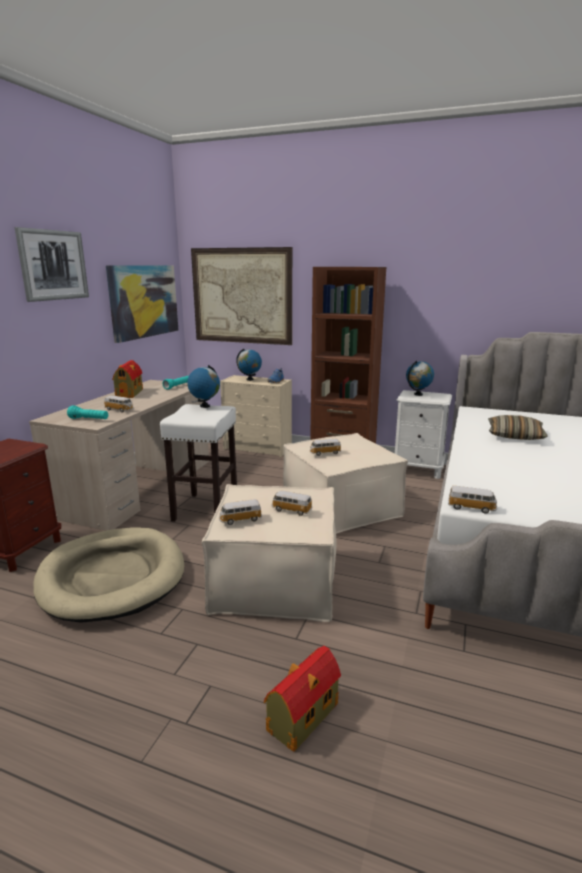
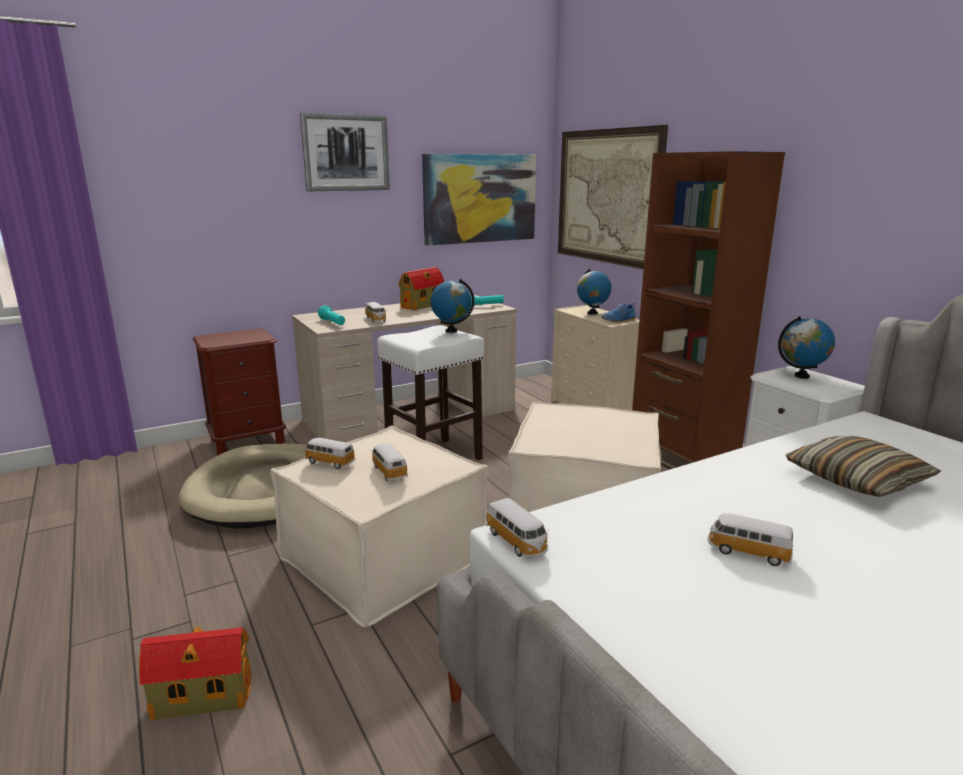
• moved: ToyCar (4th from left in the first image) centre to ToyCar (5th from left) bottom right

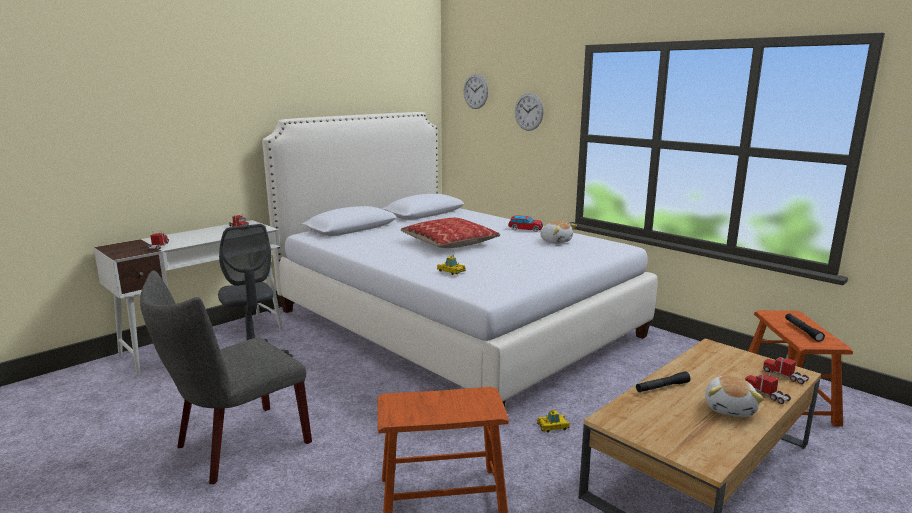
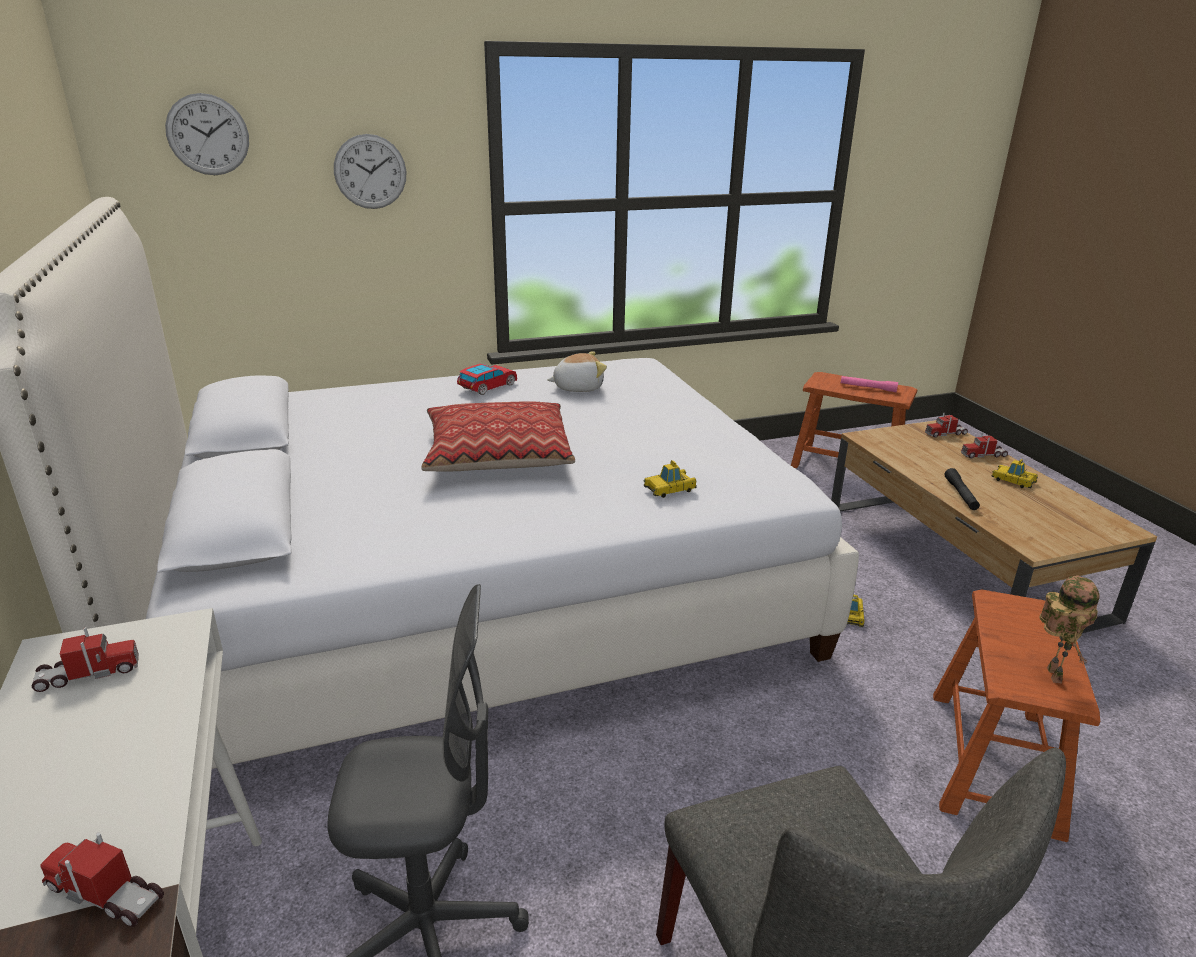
• replaced: PlushToy (2nd from left) bottom right to ToyCar (4th from left) middle right
• recoloured: BlackishHandTorch (2nd from left) middle right to PinkHandTorch middle right
• added: ModelRobot middle right

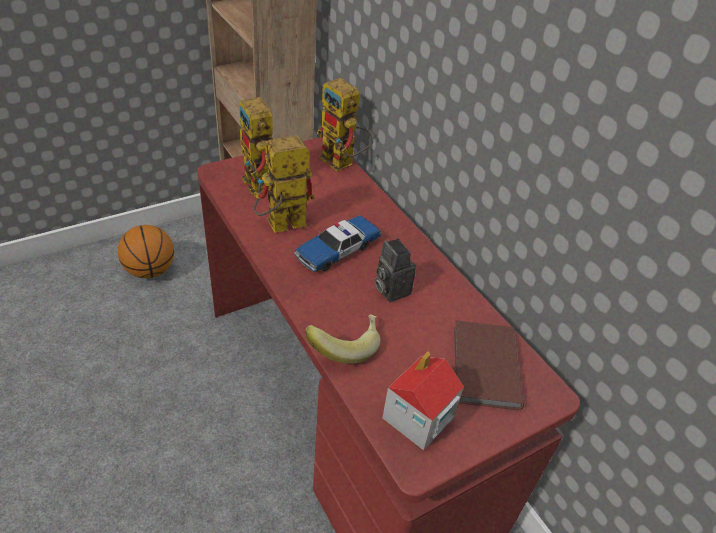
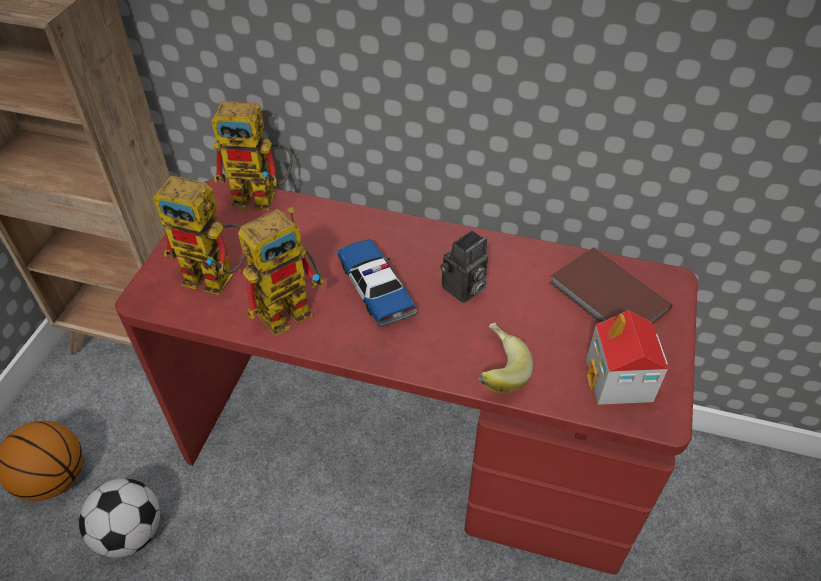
• turned: ModelRobot (2nd from left in the first image) centre = centre 150 degrees counterclockwise
• turned: ToyCar centre = centre 150 degrees clockwise
• turned: StillCamera centre = centre 60 degrees counterclockwise
• added: BallForFootball bottom left

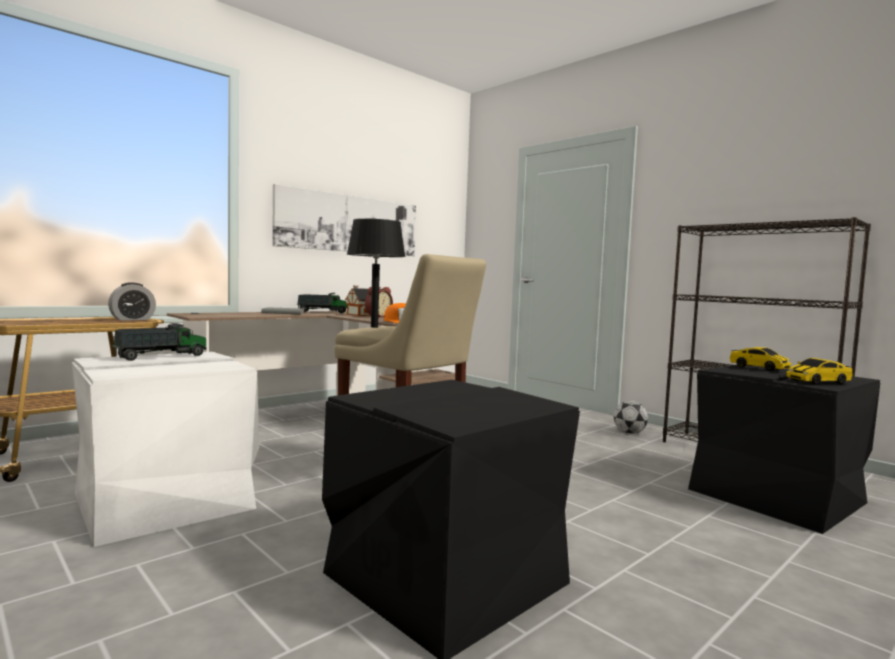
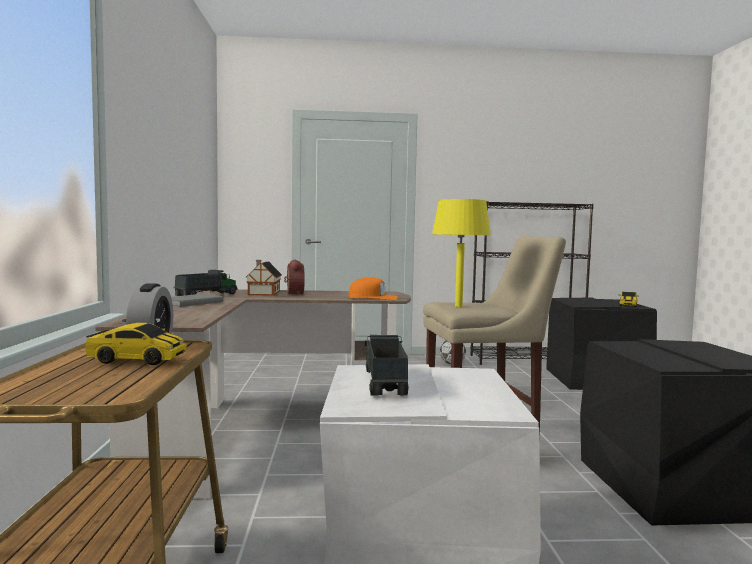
• removed: WallArt centre
• recoloured: BlackishTabletopLamp centre to YellowColouredTabletopLamp centre
• moved: ToyCar (1st from left) middle right to middle left

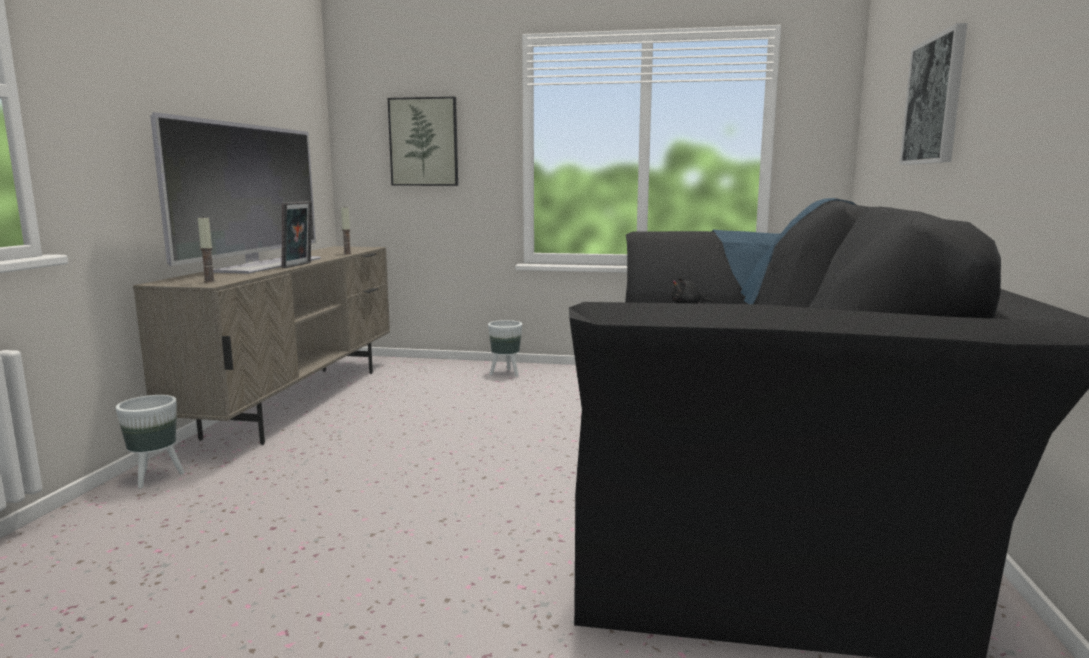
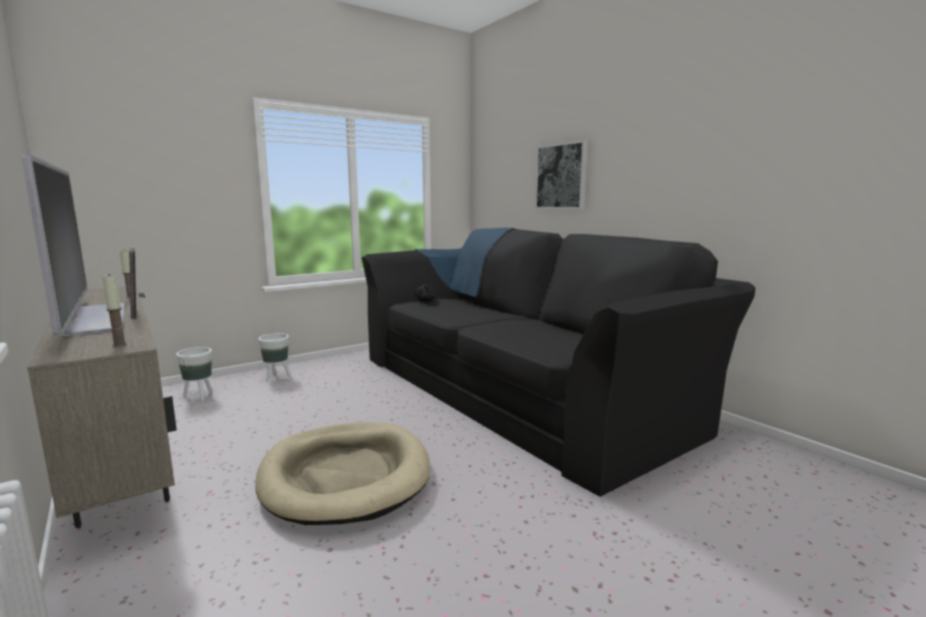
• moved: WhitishPlanter (1st from left) bottom left to middle left
• removed: WallArt (1st from left) top centre
• added: BeigeColouredDogCushion bottom centre

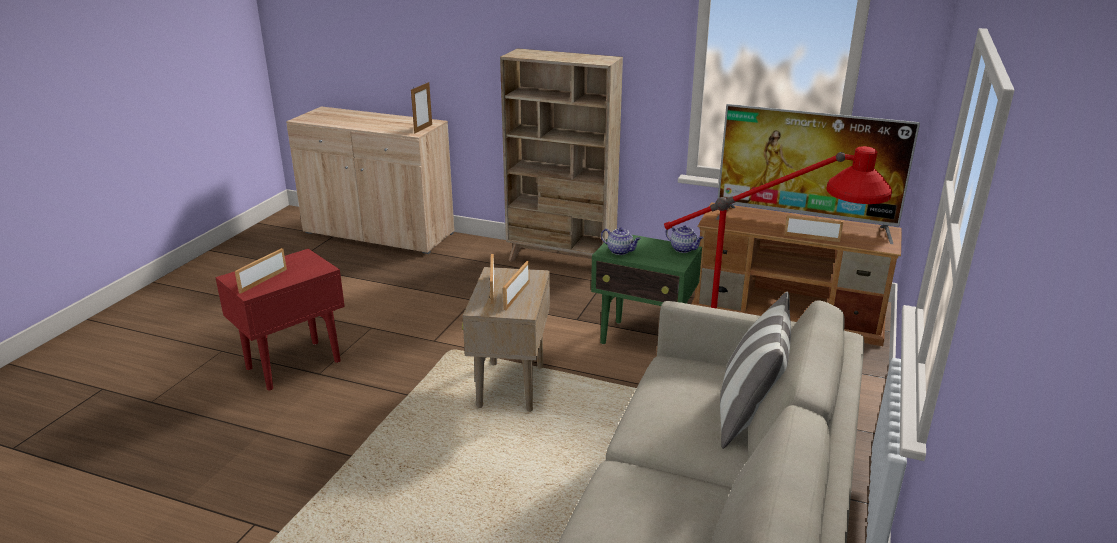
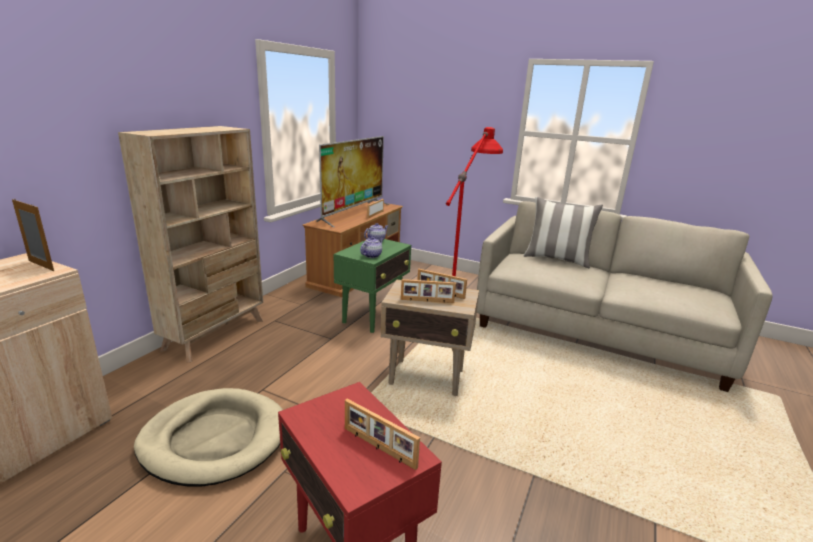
• added: BeigeColouredDogCushion bottom left

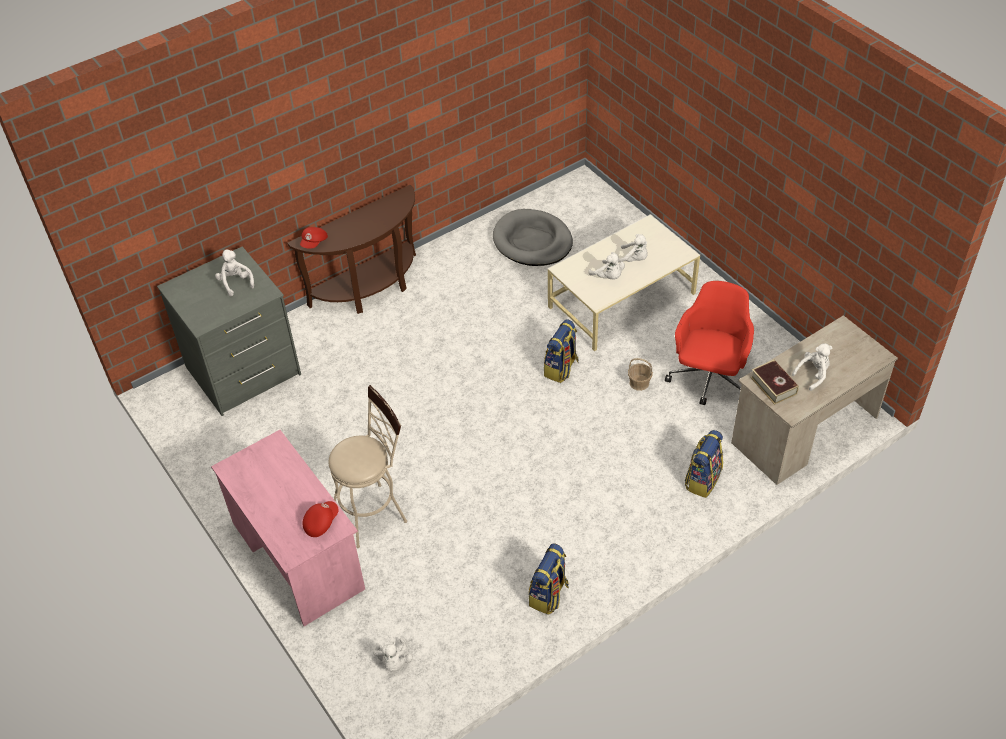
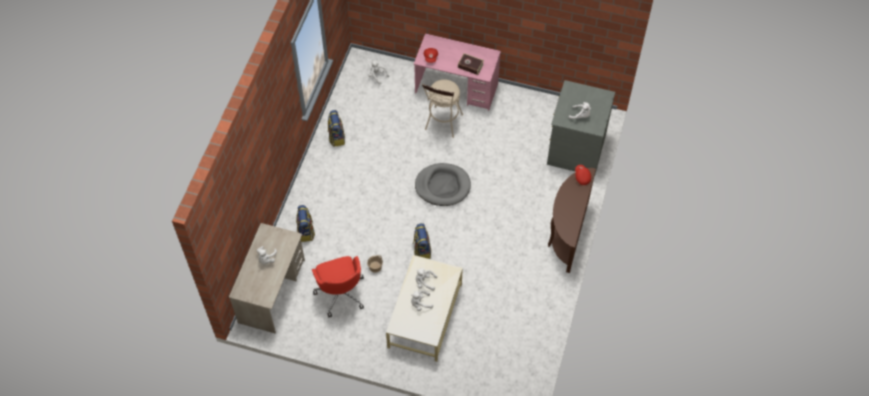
• moved: GreyDogCushion top centre to centre
• moved: Book middle right to top centre

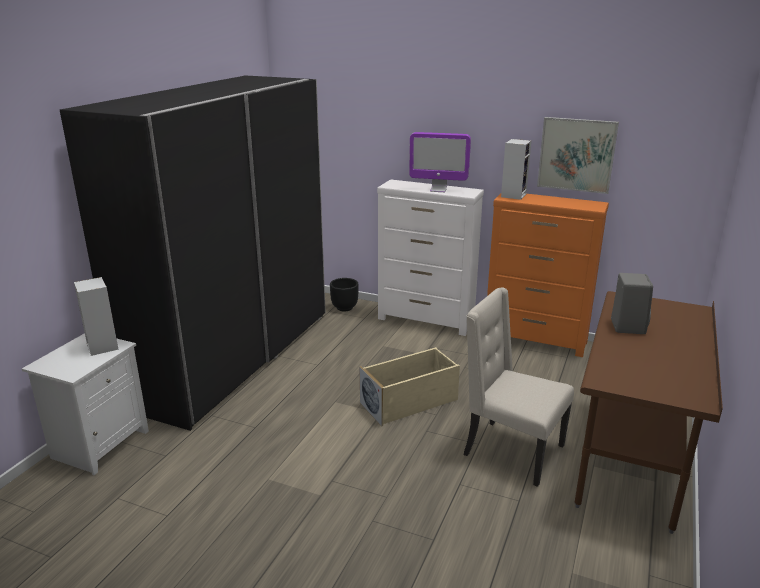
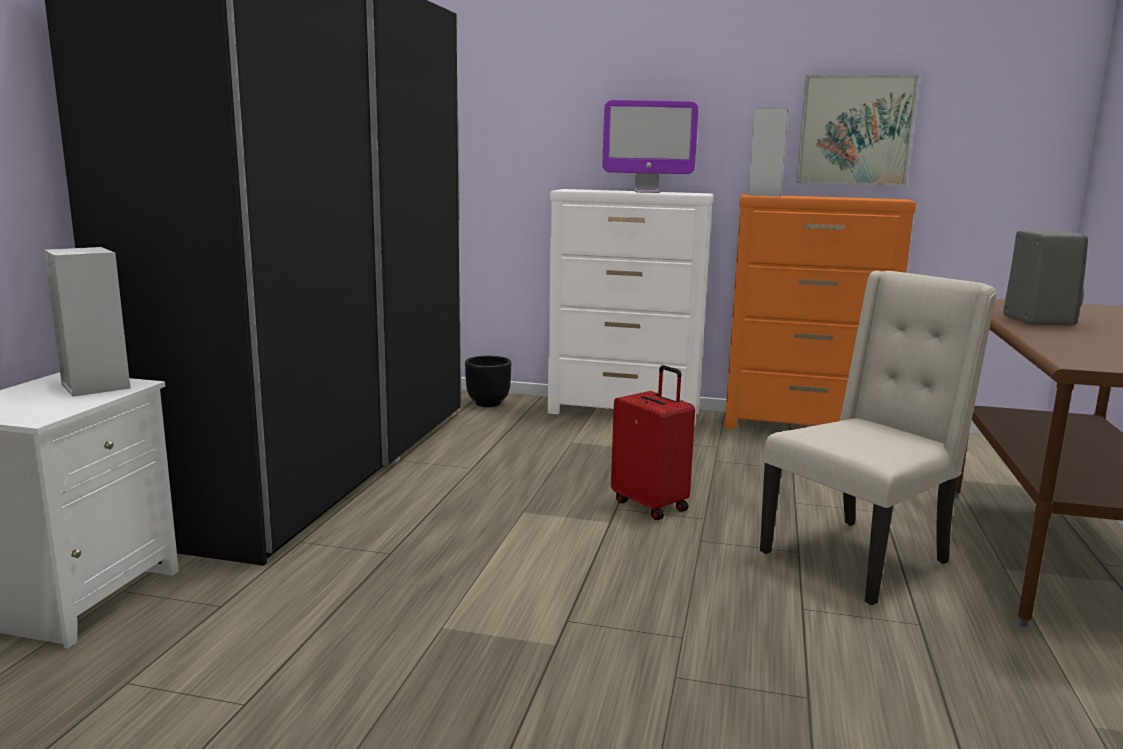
• replaced: BeigeColouredStorageBin centre to ReddishPieceOfLuggage centre
• turned: BeigeColouredUprightChair middle right = middle right 120 degrees clockwise

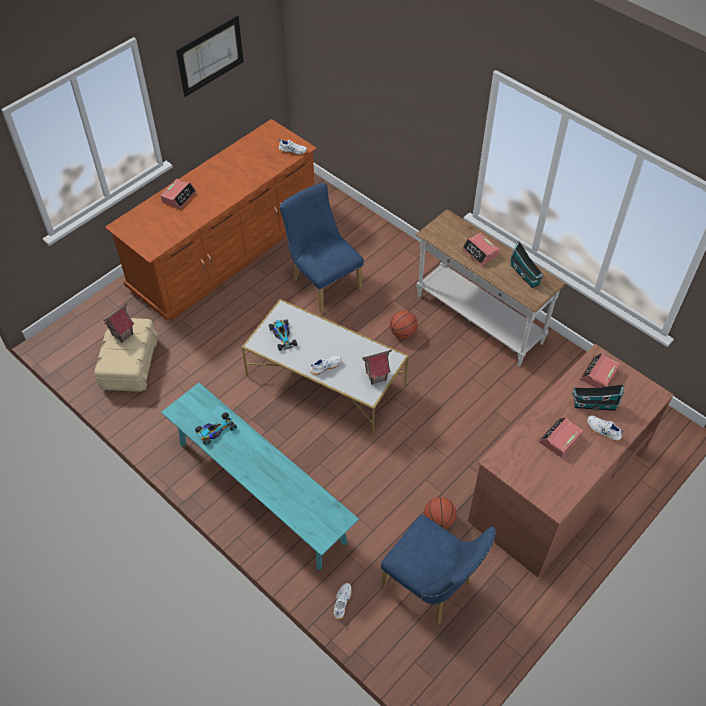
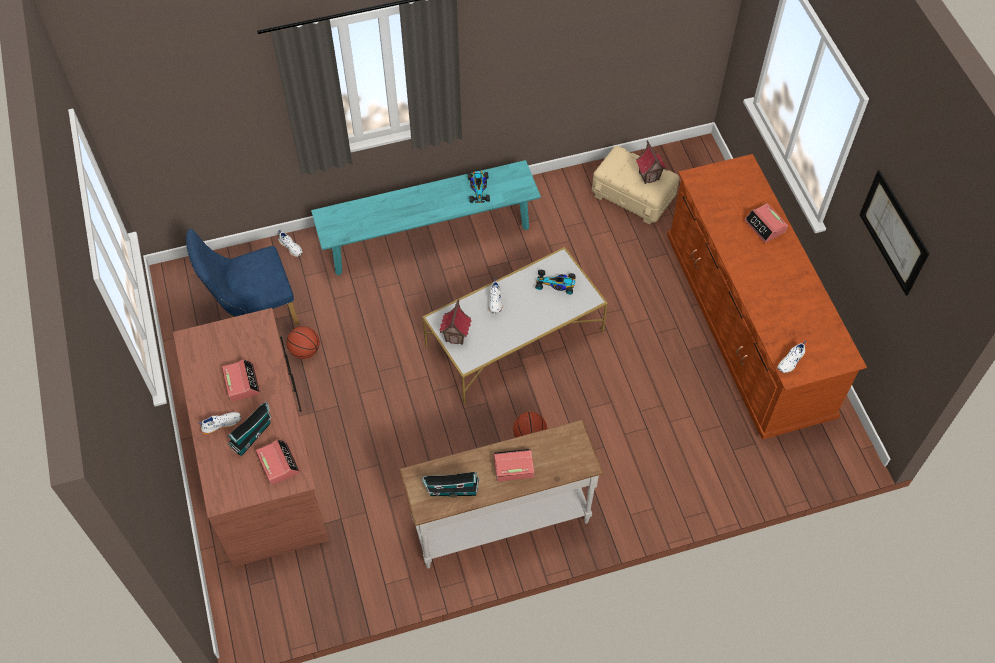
• removed: BlueUprightChair (1st from left) centre

